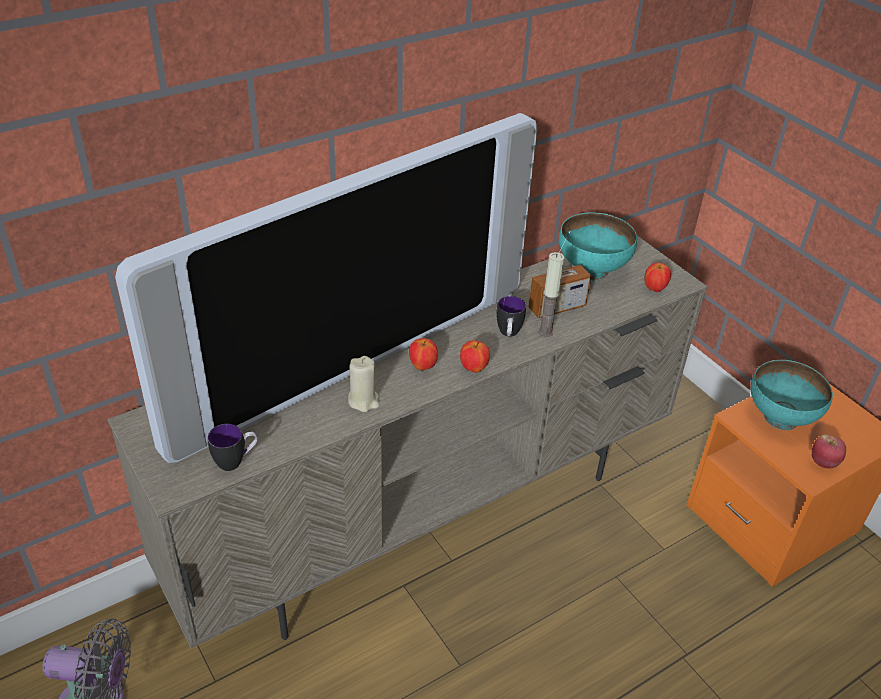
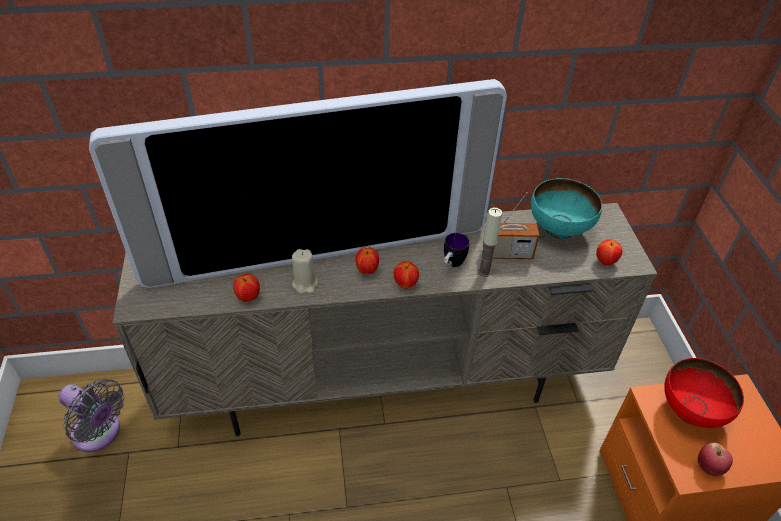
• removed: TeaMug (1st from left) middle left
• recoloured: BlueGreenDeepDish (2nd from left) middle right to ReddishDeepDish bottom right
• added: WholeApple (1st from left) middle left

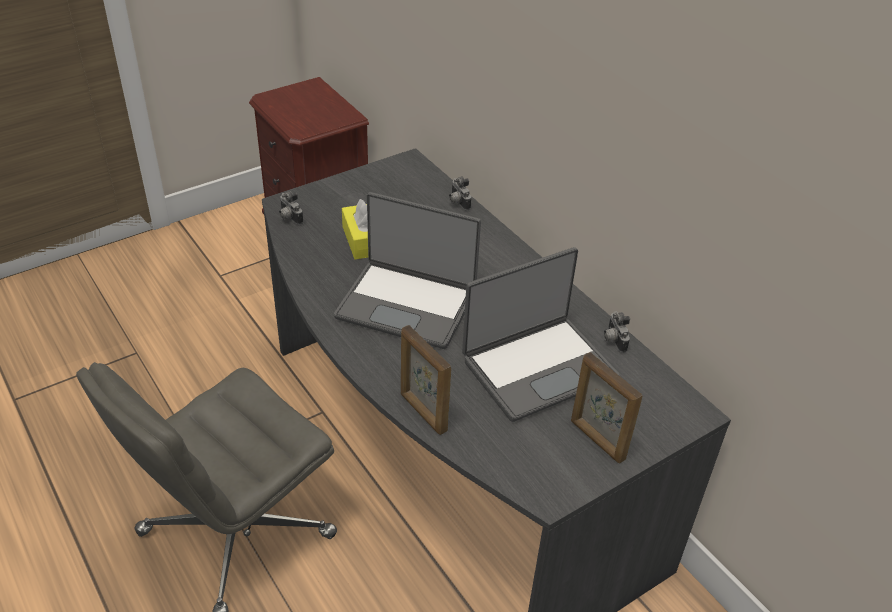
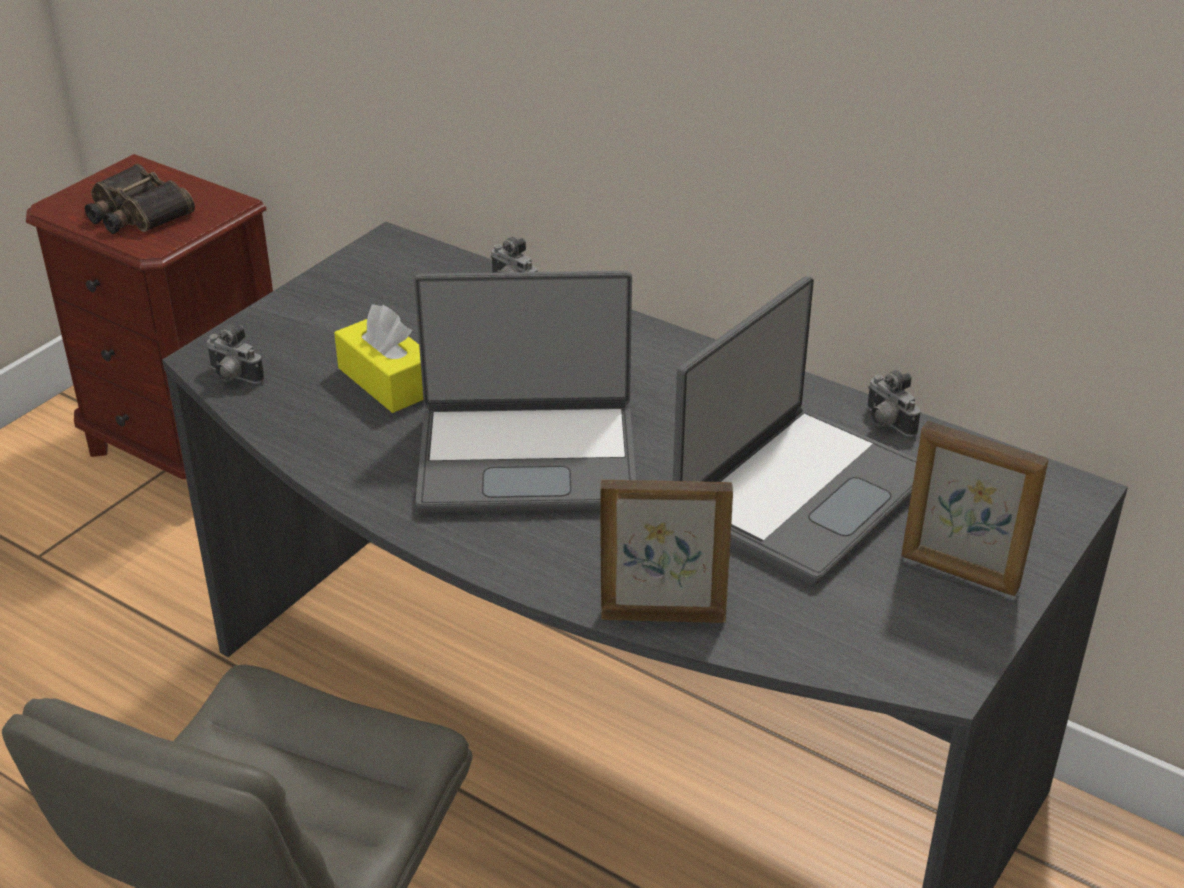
• turned: PictureFrame (1st from left) centre = centre 150 degrees clockwise
• added: PairOfBinoculars top left

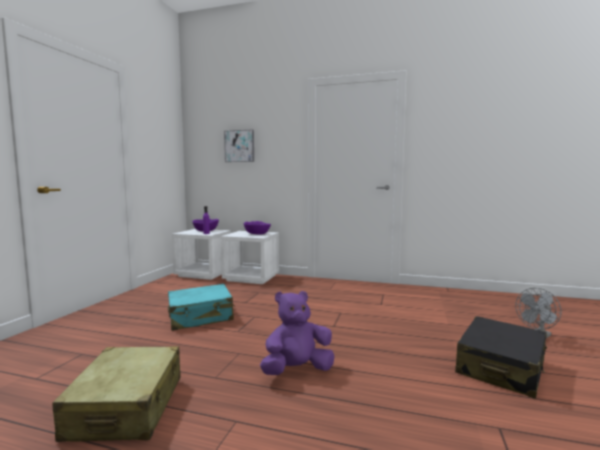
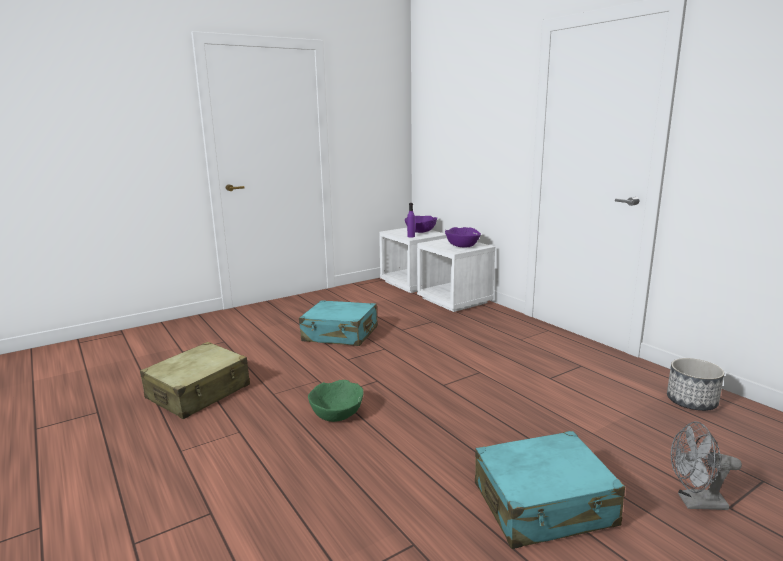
• removed: WallArt top centre
• replaced: PurplePlushToy bottom centre to GreenishDeepDish bottom centre
• recoloured: BlackishPieceOfLuggage bottom right to BlueGreenPieceOfLuggage (2nd from left) bottom right
• added: Planter bottom right

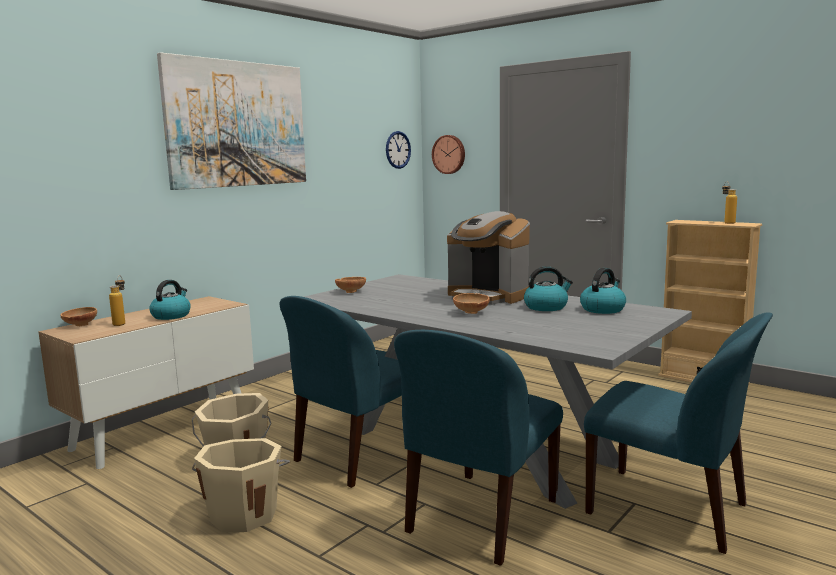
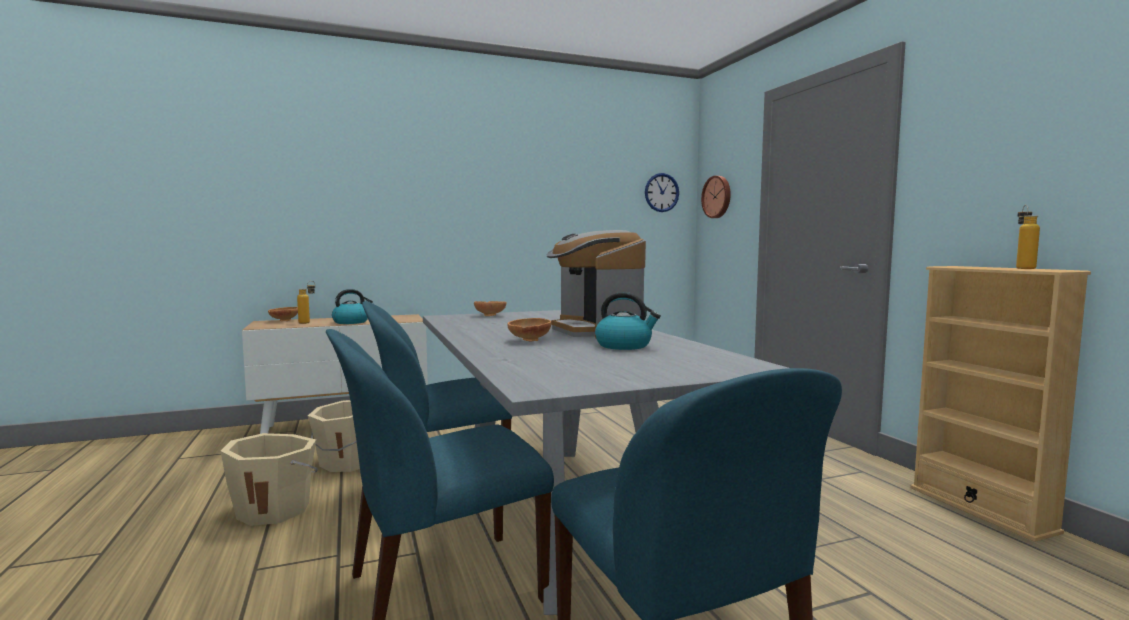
• removed: WallArt top left
• removed: Kettle (3rd from left) middle right

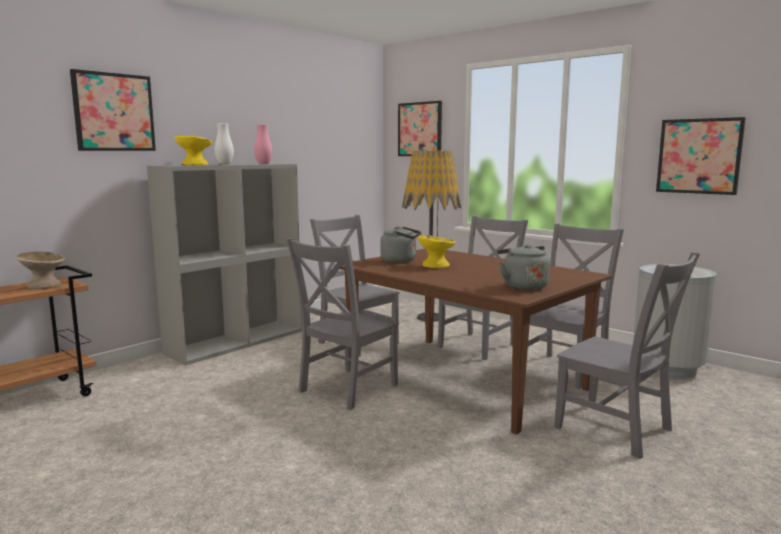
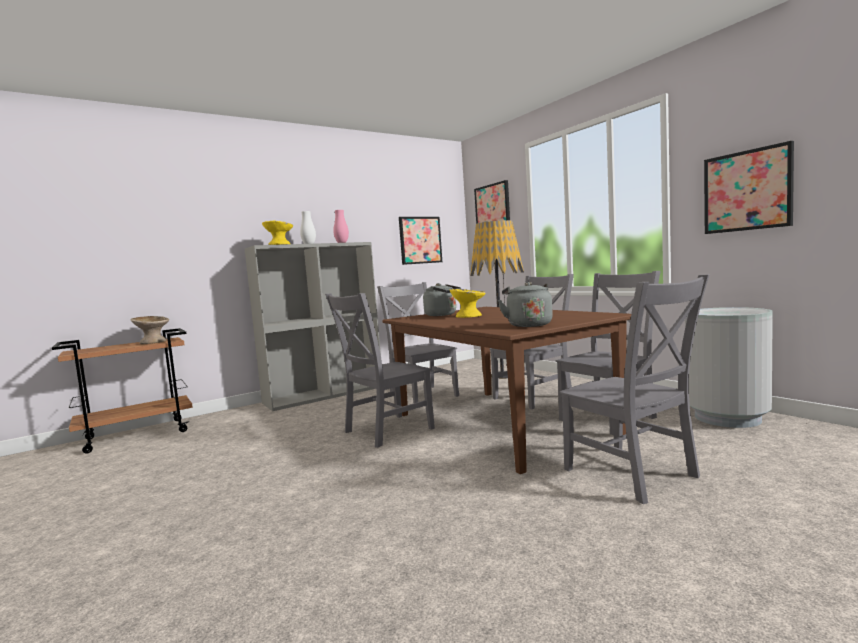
• moved: WallArt (1st from left) top left to centre

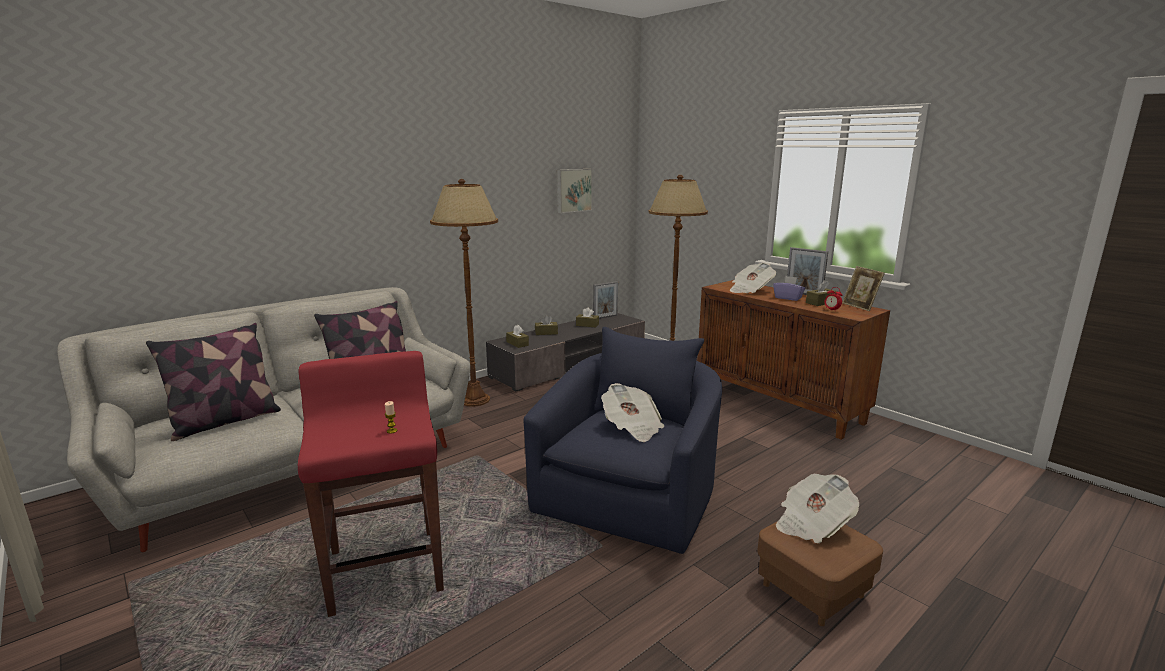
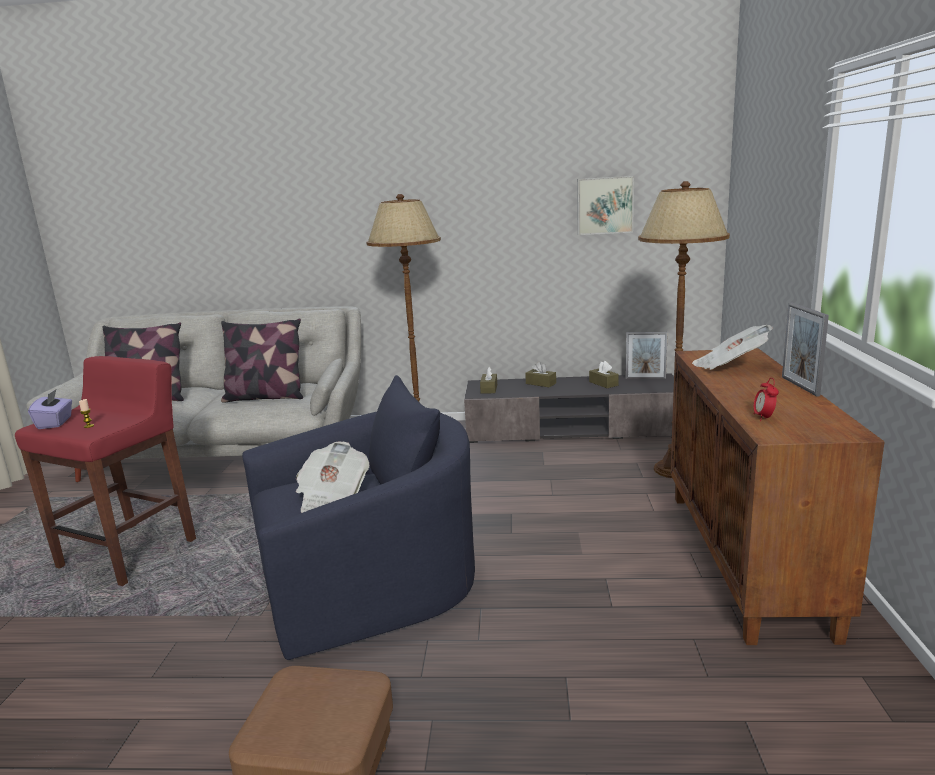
• moved: PurpleTissueBox middle right to middle left
• removed: Newspaper (3rd from left) bottom right
• removed: BrownishTissueBox (4th from left) middle right
• removed: PictureFrame (3rd from left) middle right

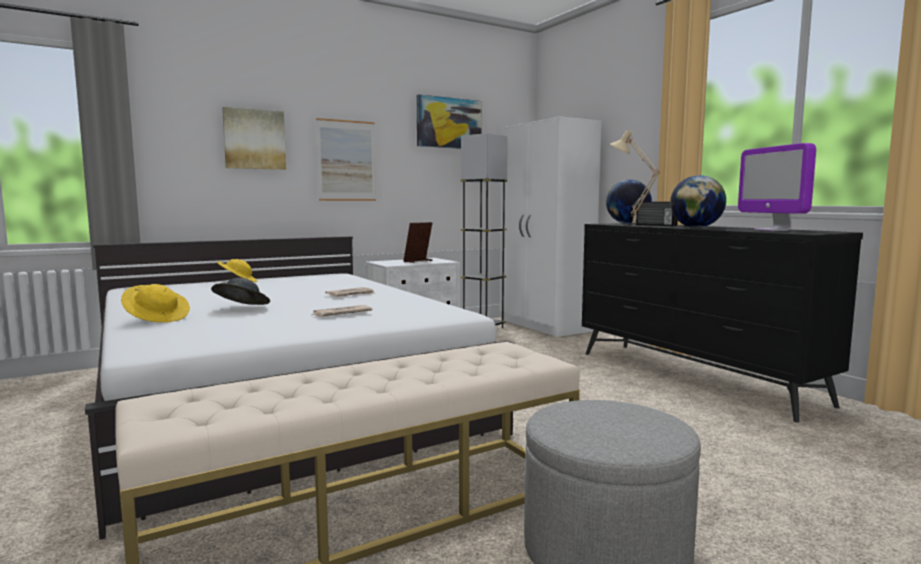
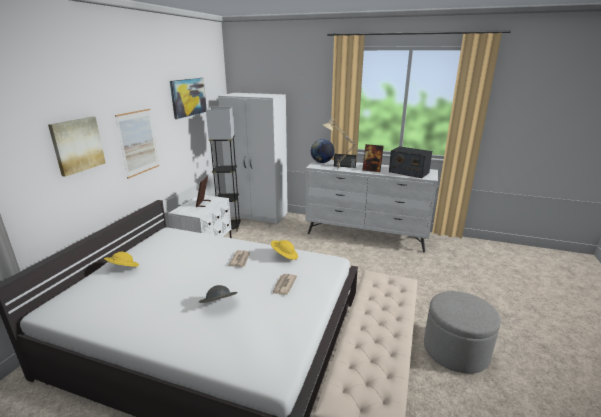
• moved: YellowColouredClothingHat (1st from left in the first image) middle left to YellowColouredClothingHat (2nd from left) centre
• recoloured: BlackishDrawerChest middle right to WhitishDrawerChest centre
• replaced: WorldGlobe (2nd from left) middle right to PictureFrame (2nd from left) centre
• replaced: ComputerScreen top right to Radio (2nd from left) middle right

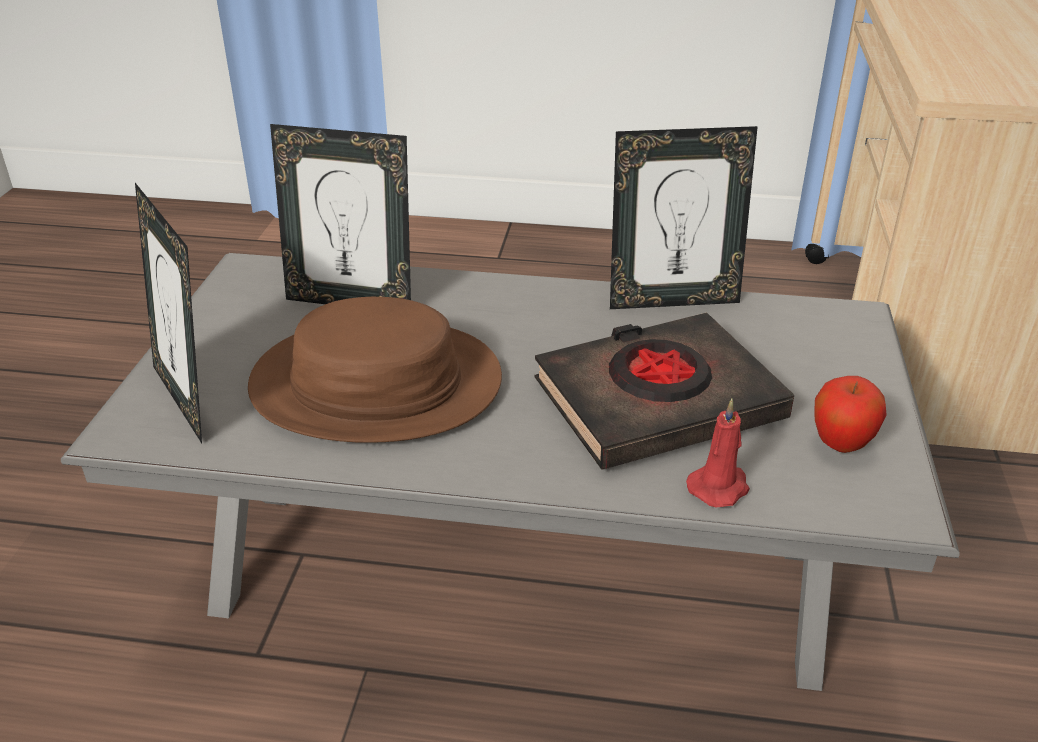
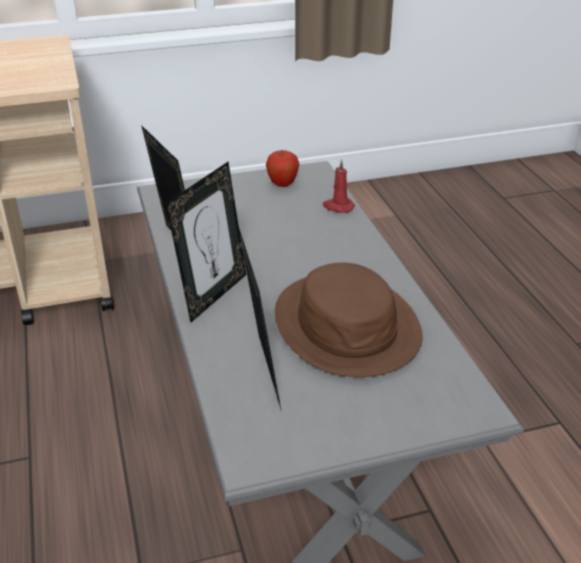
• moved: PictureFrame (1st from left in the first image) middle left to PictureFrame (2nd from left) centre
• removed: BlackishBook centre

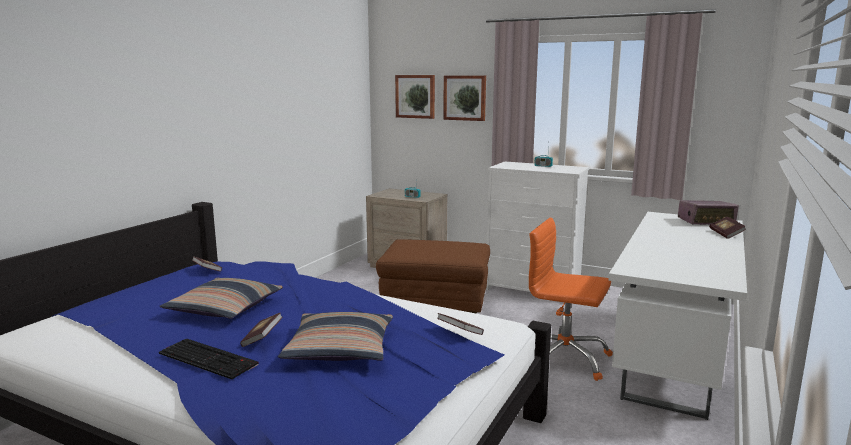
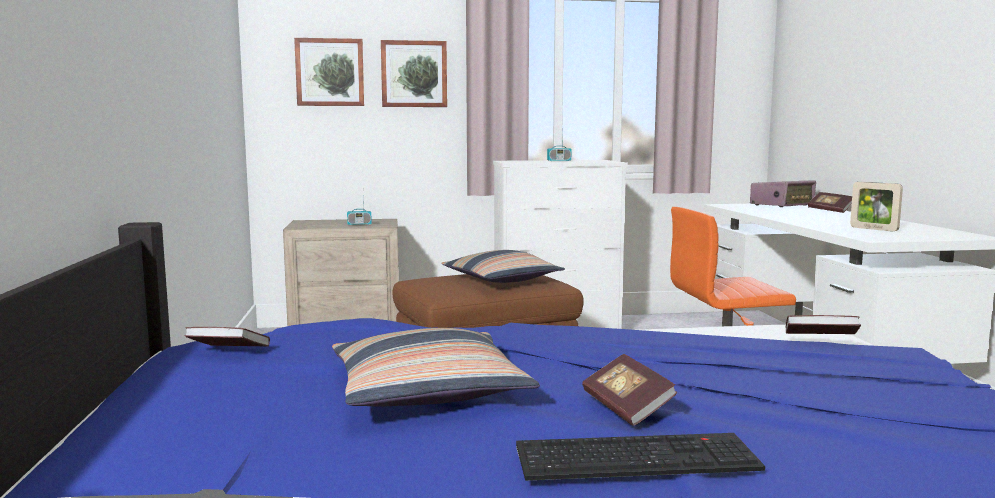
• moved: Pillow (2nd from left) bottom centre to centre
• added: PictureFrame middle right

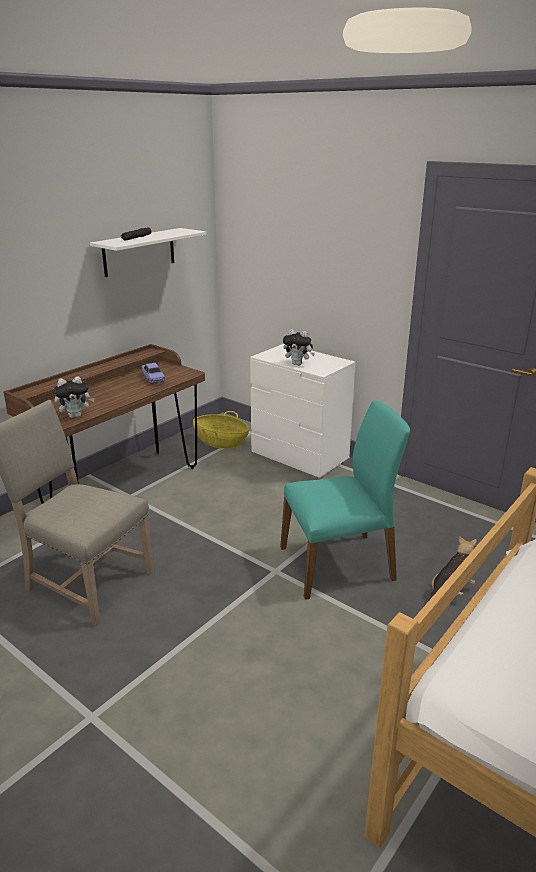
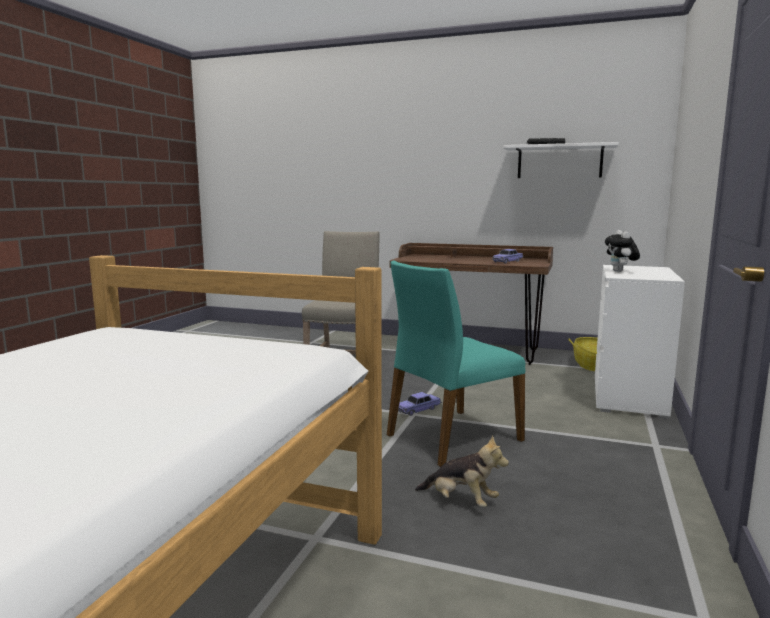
• removed: PlushToy (1st from left) middle left
• turned: BlueGreenUprightChair centre = centre 90 degrees clockwise
• added: ToyCar (1st from left) centre

